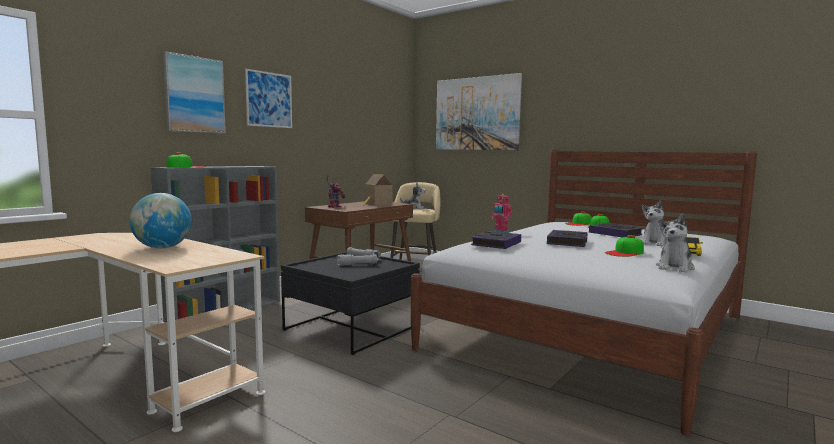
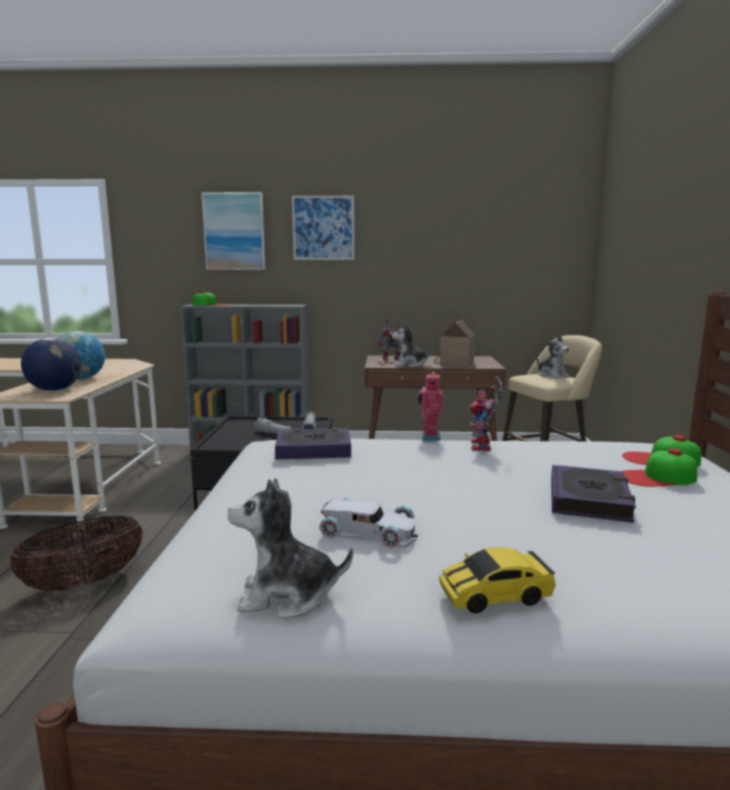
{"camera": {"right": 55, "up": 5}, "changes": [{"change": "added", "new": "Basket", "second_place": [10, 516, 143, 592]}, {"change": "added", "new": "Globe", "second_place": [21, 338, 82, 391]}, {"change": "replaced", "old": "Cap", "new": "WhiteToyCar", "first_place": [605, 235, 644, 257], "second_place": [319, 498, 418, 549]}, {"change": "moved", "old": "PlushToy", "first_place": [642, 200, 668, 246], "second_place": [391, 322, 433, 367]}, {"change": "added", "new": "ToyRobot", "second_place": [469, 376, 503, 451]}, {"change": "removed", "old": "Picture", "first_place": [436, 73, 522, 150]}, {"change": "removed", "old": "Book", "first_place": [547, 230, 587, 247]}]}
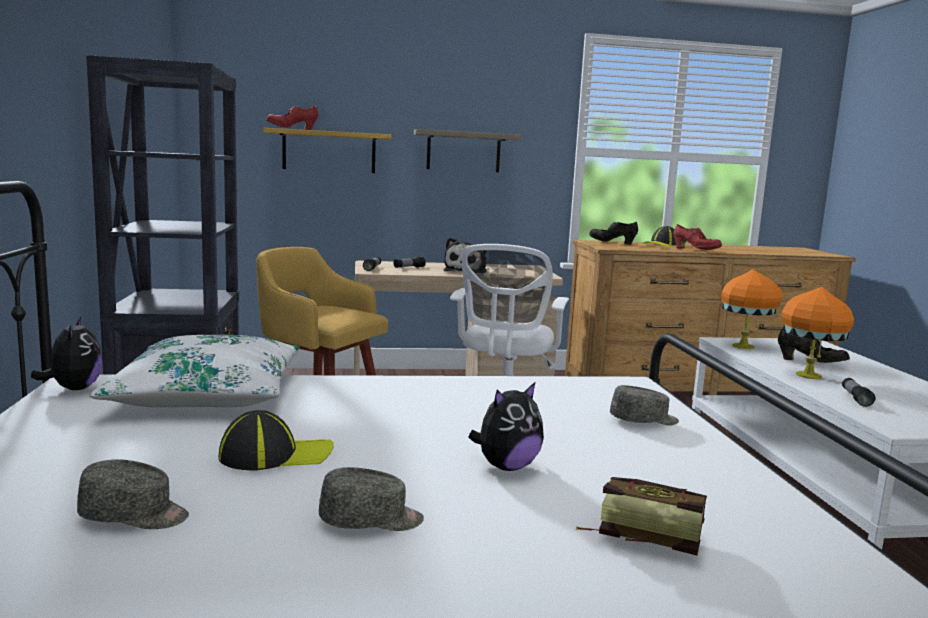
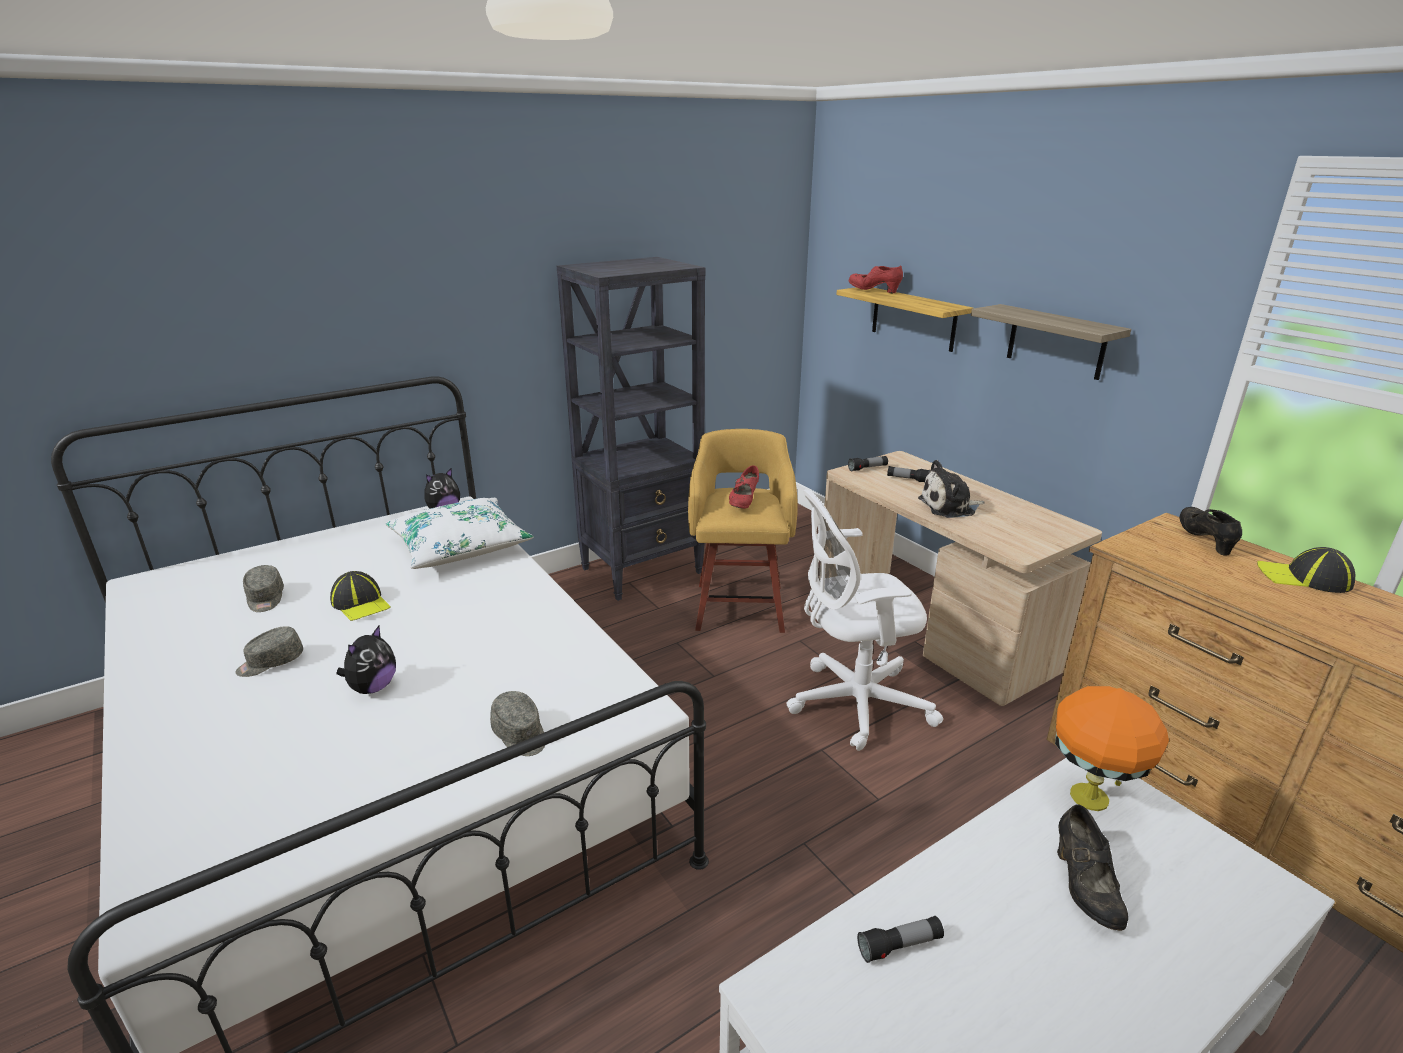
{"camera": {"right": 65, "up": 15}, "changes": [{"change": "turned", "old": "GreyCap", "first_place": [319, 467, 424, 531], "second_place": [235, 626, 303, 677], "degrees": 90}, {"change": "turned", "old": "PlushToy", "first_place": [468, 382, 544, 471], "second_place": [337, 626, 396, 694], "degrees": -90}, {"change": "moved", "old": "RedShoe", "first_place": [673, 224, 722, 250], "second_place": [729, 466, 759, 509]}, {"change": "removed", "old": "Book", "first_place": [576, 477, 707, 555]}, {"change": "removed", "old": "OrangeTableLamp", "first_place": [781, 287, 854, 379]}]}
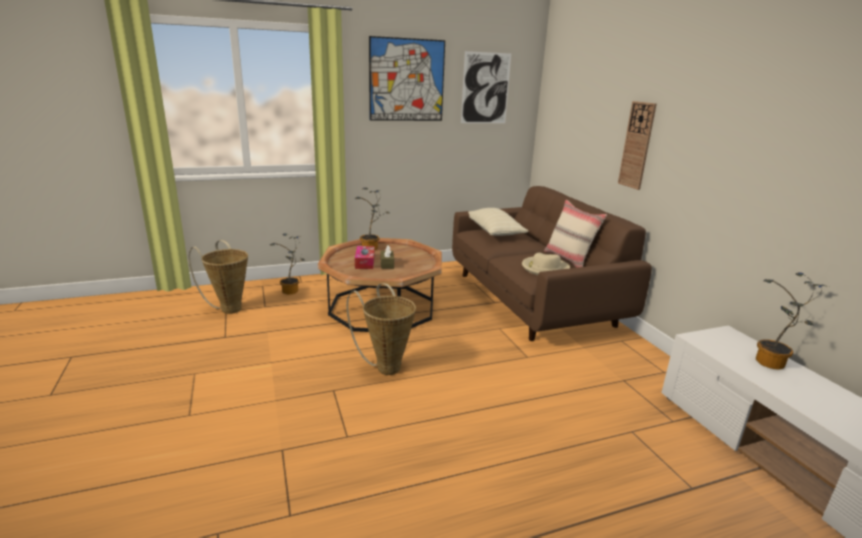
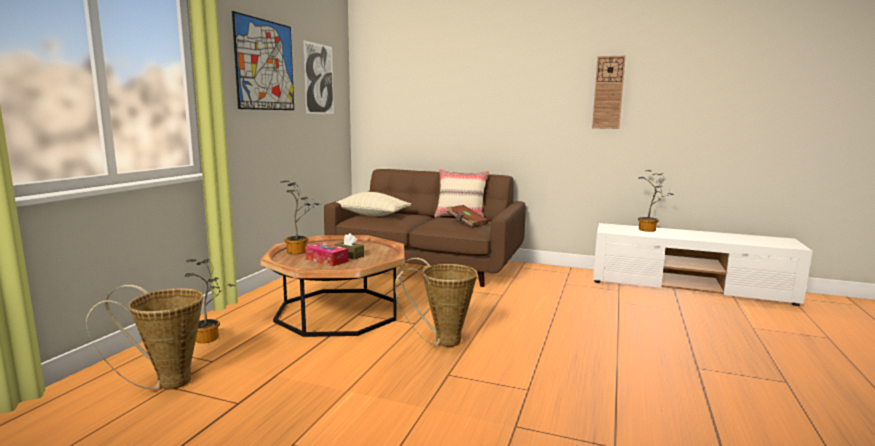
{"camera": {"right": -50, "up": -10}, "changes": [{"change": "replaced", "old": "BeigeHat", "new": "BrownBook", "first_place": [522, 253, 570, 275], "second_place": [447, 205, 488, 228]}, {"change": "moved", "old": "WallClock", "first_place": [618, 101, 657, 190], "second_place": [592, 56, 626, 129]}]}
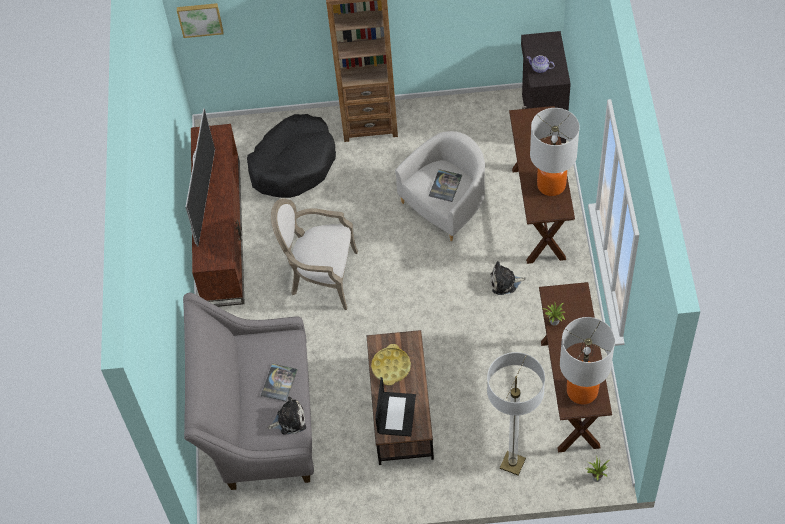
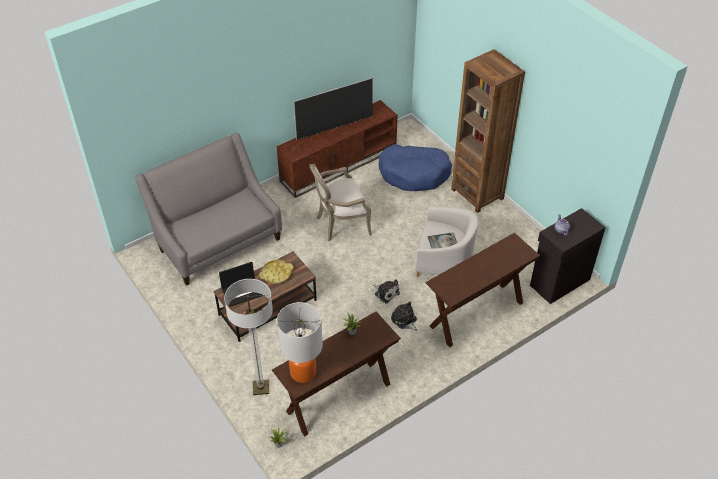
{"camera": {"right": 55, "up": -10}, "changes": [{"change": "turned", "old": "Armchair", "first_place": [271, 198, 358, 310], "second_place": [309, 163, 372, 241], "degrees": -90}, {"change": "moved", "old": "PlushToy", "first_place": [267, 397, 306, 435], "second_place": [373, 279, 400, 304]}, {"change": "recoloured", "old": "BlackDogBed", "new": "BlueDogBed", "first_place": [247, 114, 336, 198], "second_place": [378, 144, 452, 191]}, {"change": "removed", "old": "Picture", "first_place": [177, 3, 223, 38]}, {"change": "removed", "old": "Book", "first_place": [261, 364, 298, 402]}, {"change": "removed", "old": "TableLamp", "first_place": [530, 108, 580, 196]}]}
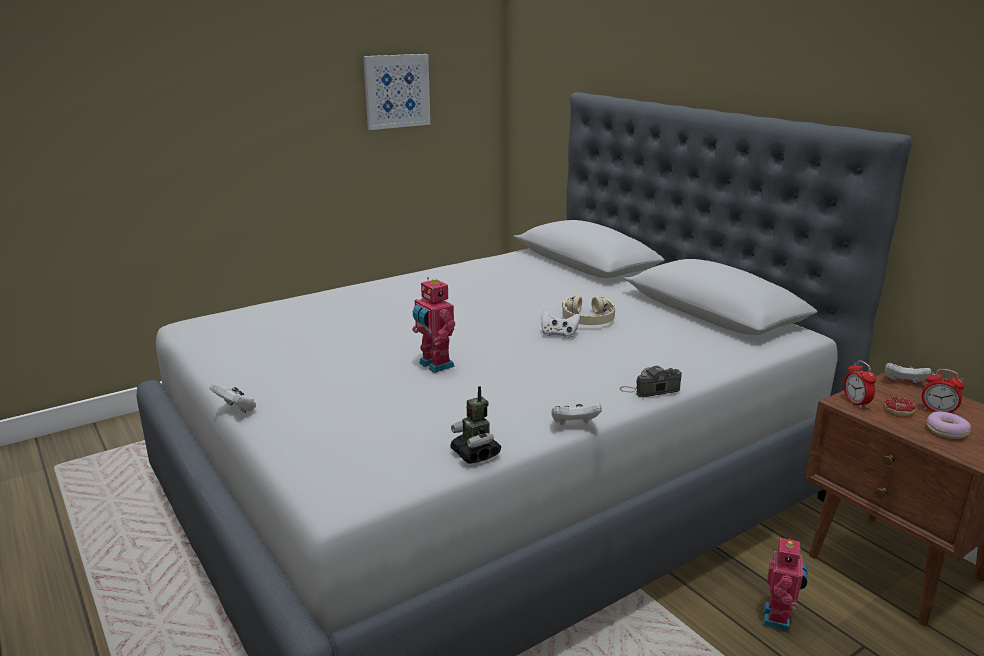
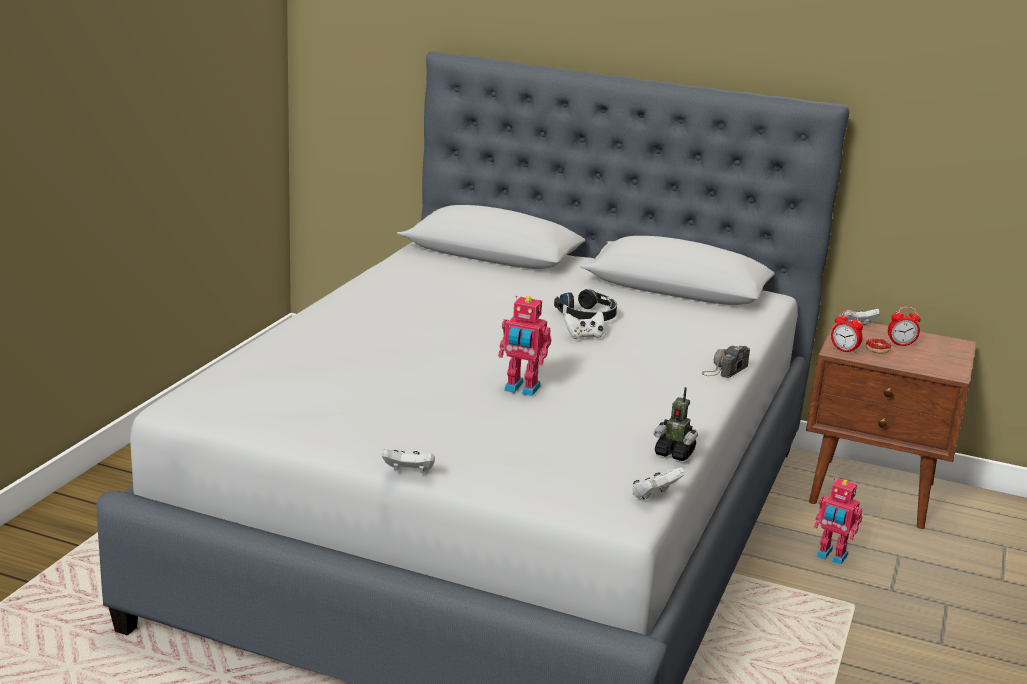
{"camera": {"right": -35, "up": 0}, "changes": [{"change": "recoloured", "old": "BeigeHeadphones", "new": "BlackHeadphones", "first_place": [562, 296, 615, 325], "second_place": [554, 289, 617, 321]}, {"change": "moved", "old": "WhiteGameController", "first_place": [551, 404, 602, 425], "second_place": [632, 467, 685, 500]}, {"change": "turned", "old": "ToyRobot", "first_place": [763, 536, 807, 631], "second_place": [814, 478, 862, 565], "degrees": 135}, {"change": "removed", "old": "Picture", "first_place": [363, 54, 430, 130]}, {"change": "removed", "old": "Donut", "first_place": [926, 411, 971, 439]}]}
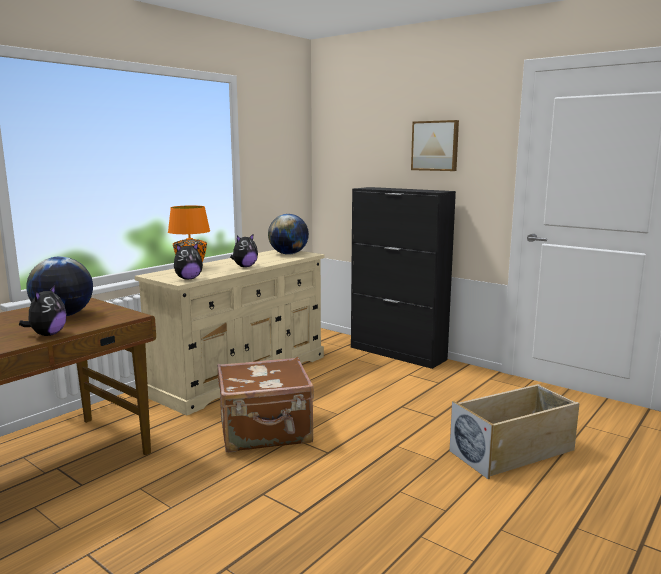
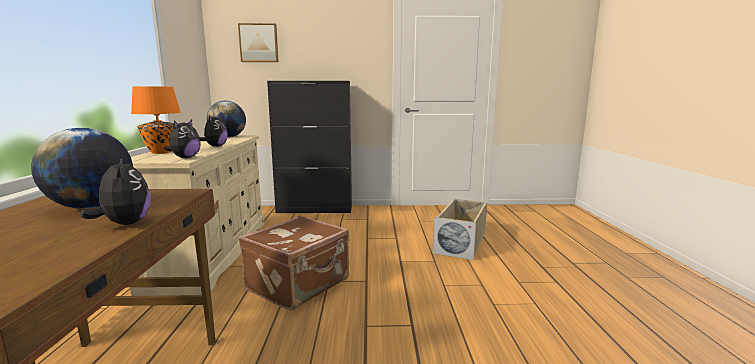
{"camera": {"right": -40, "up": 0}, "changes": [{"change": "moved", "old": "Picture", "first_place": [411, 120, 459, 171], "second_place": [238, 23, 279, 62]}]}
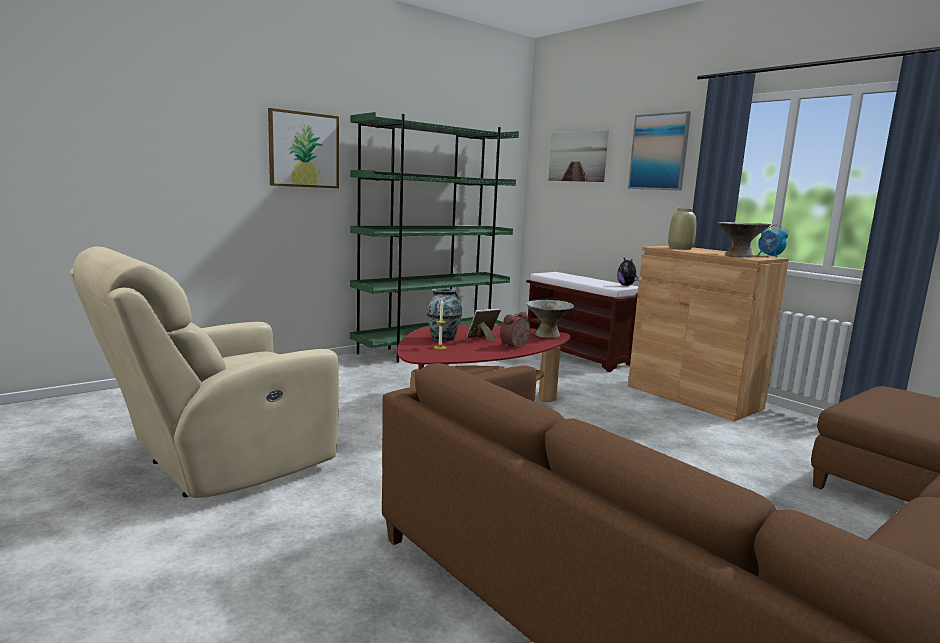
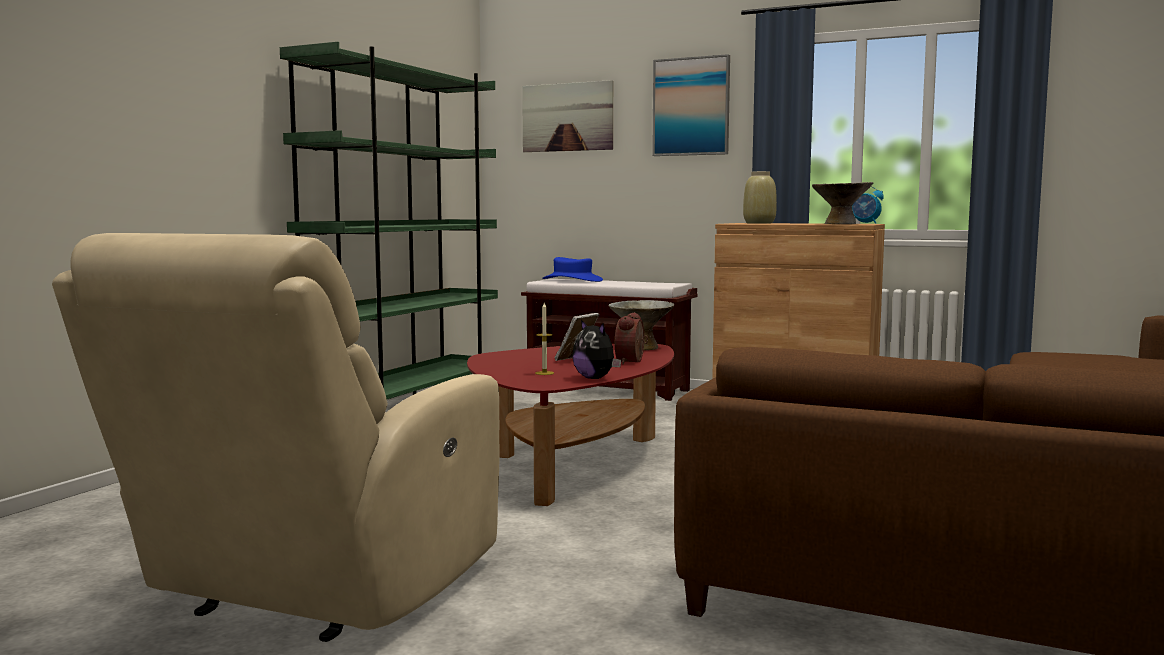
{"camera": {"right": -25, "up": -5}, "changes": [{"change": "added", "new": "BlueHat", "second_place": [542, 257, 603, 282]}, {"change": "moved", "old": "PlushToy", "first_place": [617, 258, 639, 286], "second_place": [572, 320, 621, 379]}, {"change": "removed", "old": "Picture", "first_place": [268, 108, 339, 188]}, {"change": "removed", "old": "Vase", "first_place": [427, 288, 462, 342]}]}
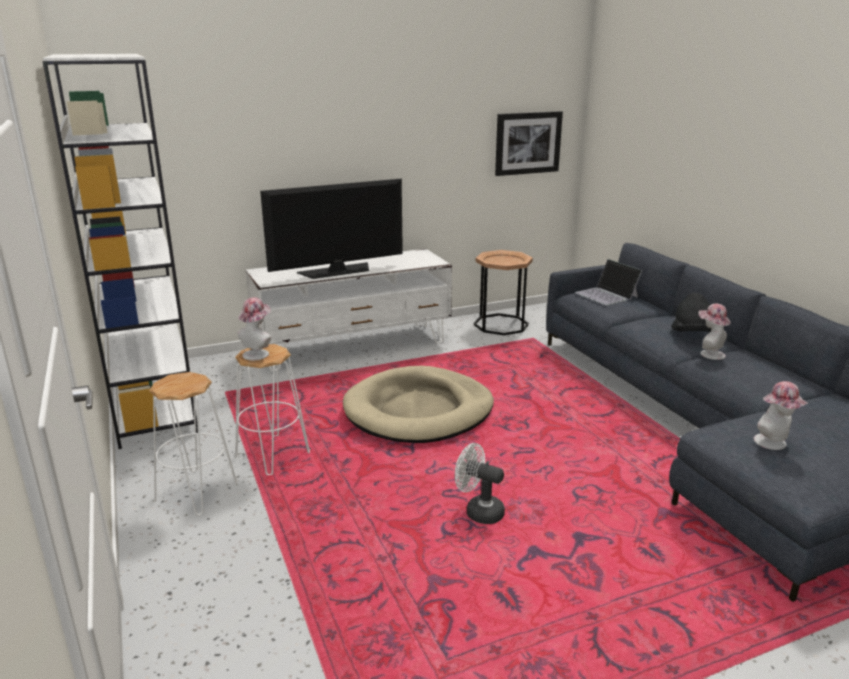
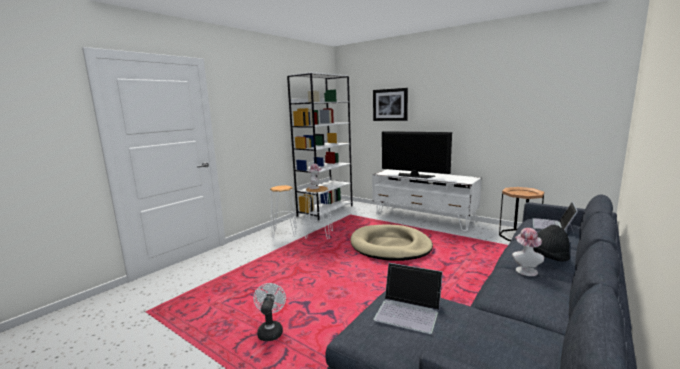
{"camera": {"right": 60, "up": -10}, "changes": [{"change": "moved", "old": "WhiteFan", "first_place": [455, 443, 505, 524], "second_place": [254, 283, 286, 341]}, {"change": "moved", "old": "Picture", "first_place": [495, 111, 563, 176], "second_place": [373, 88, 408, 121]}, {"change": "replaced", "old": "Hat", "new": "Laptop", "first_place": [754, 381, 808, 450], "second_place": [374, 263, 443, 334]}]}
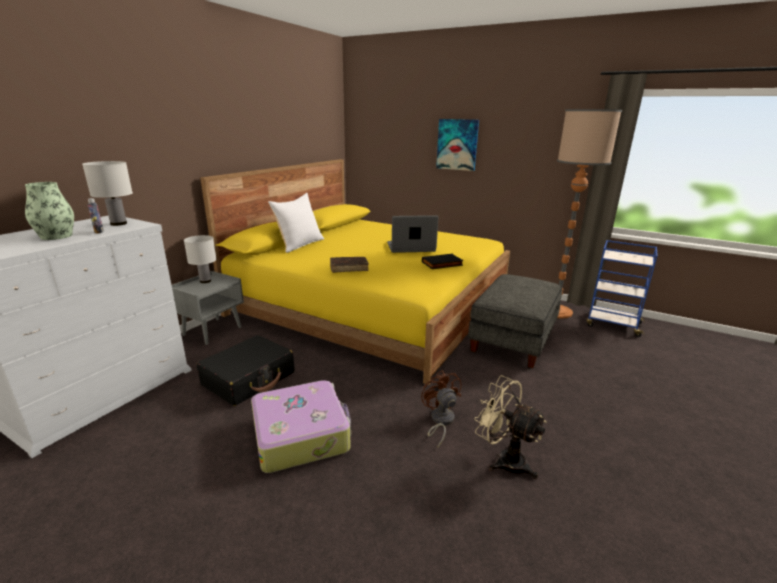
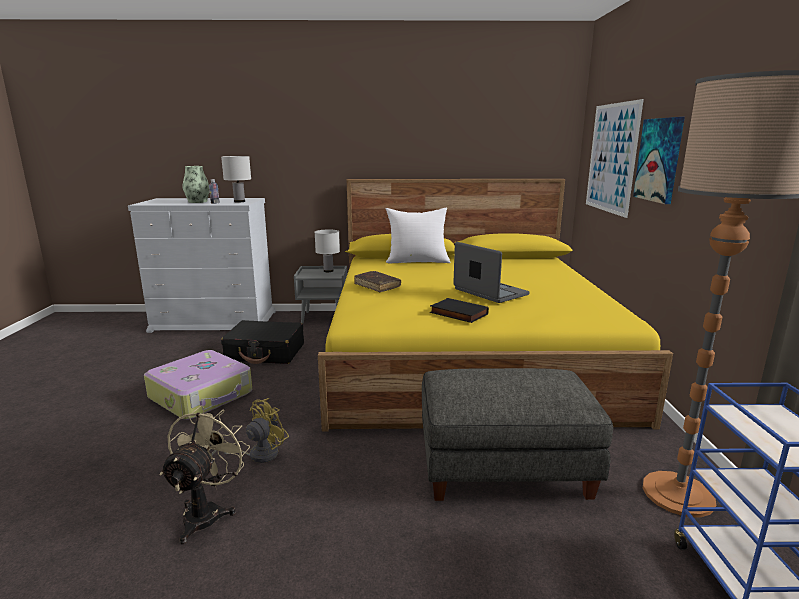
{"camera": {"right": 60, "up": -5}, "changes": [{"change": "recoloured", "old": "BrownFan", "new": "YellowFan", "first_place": [421, 370, 461, 448], "second_place": [211, 398, 289, 463]}, {"change": "added", "new": "Picture", "second_place": [586, 99, 644, 218]}]}
